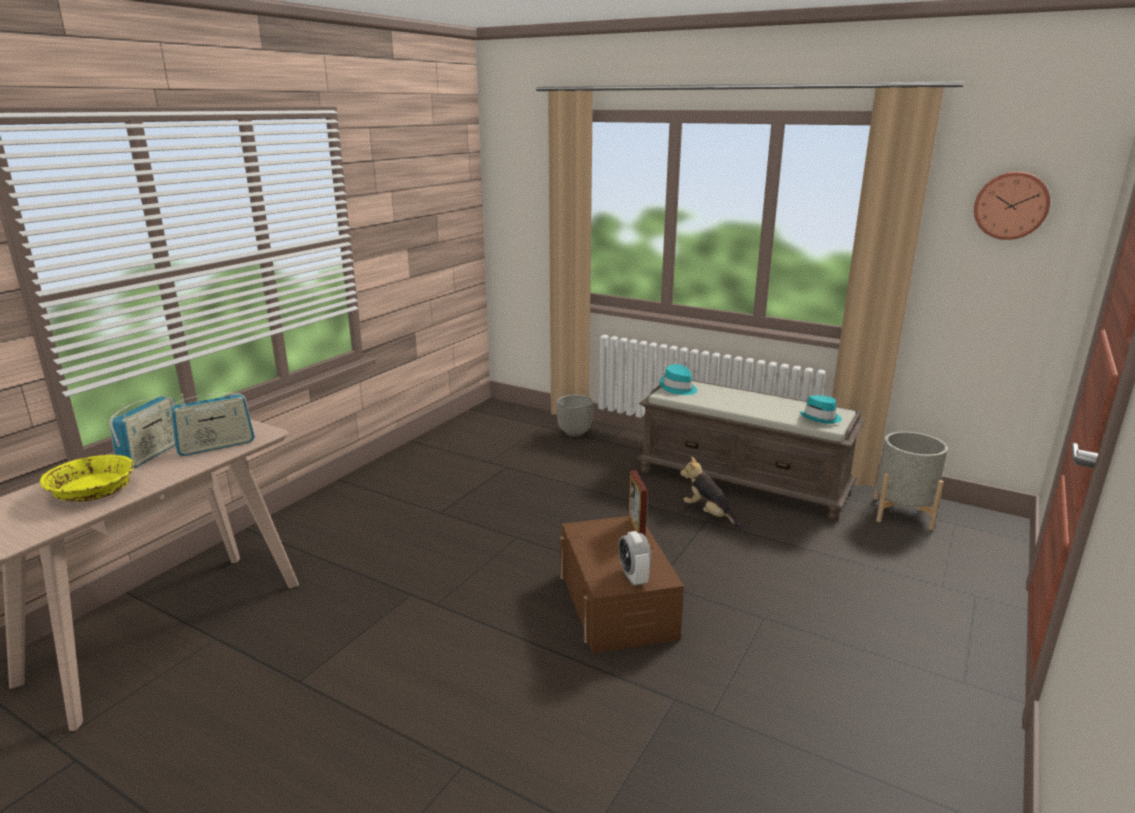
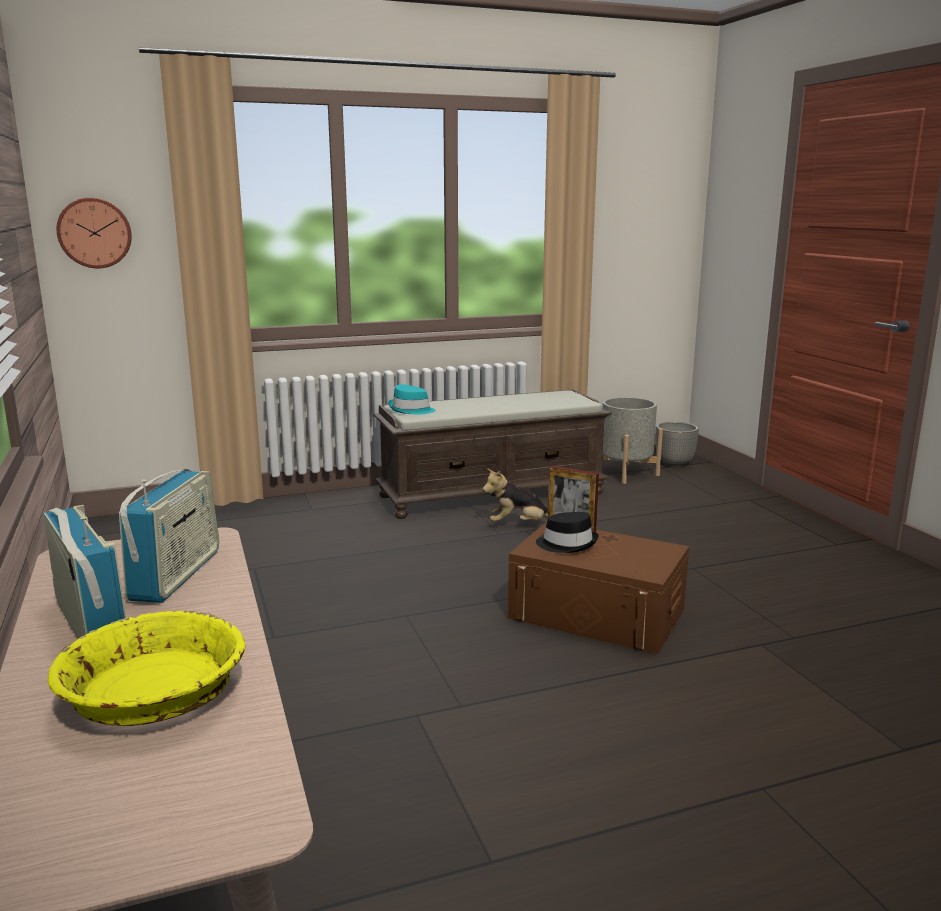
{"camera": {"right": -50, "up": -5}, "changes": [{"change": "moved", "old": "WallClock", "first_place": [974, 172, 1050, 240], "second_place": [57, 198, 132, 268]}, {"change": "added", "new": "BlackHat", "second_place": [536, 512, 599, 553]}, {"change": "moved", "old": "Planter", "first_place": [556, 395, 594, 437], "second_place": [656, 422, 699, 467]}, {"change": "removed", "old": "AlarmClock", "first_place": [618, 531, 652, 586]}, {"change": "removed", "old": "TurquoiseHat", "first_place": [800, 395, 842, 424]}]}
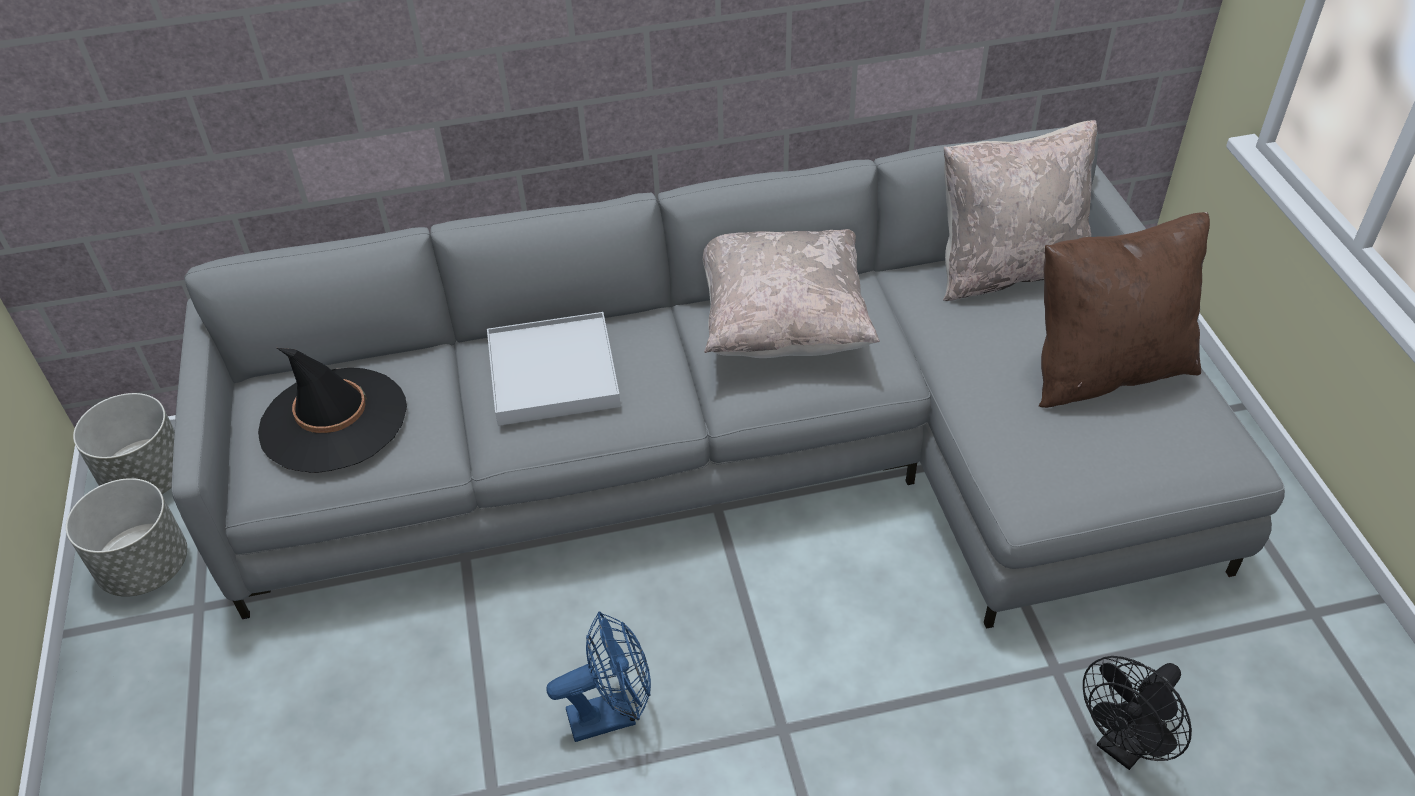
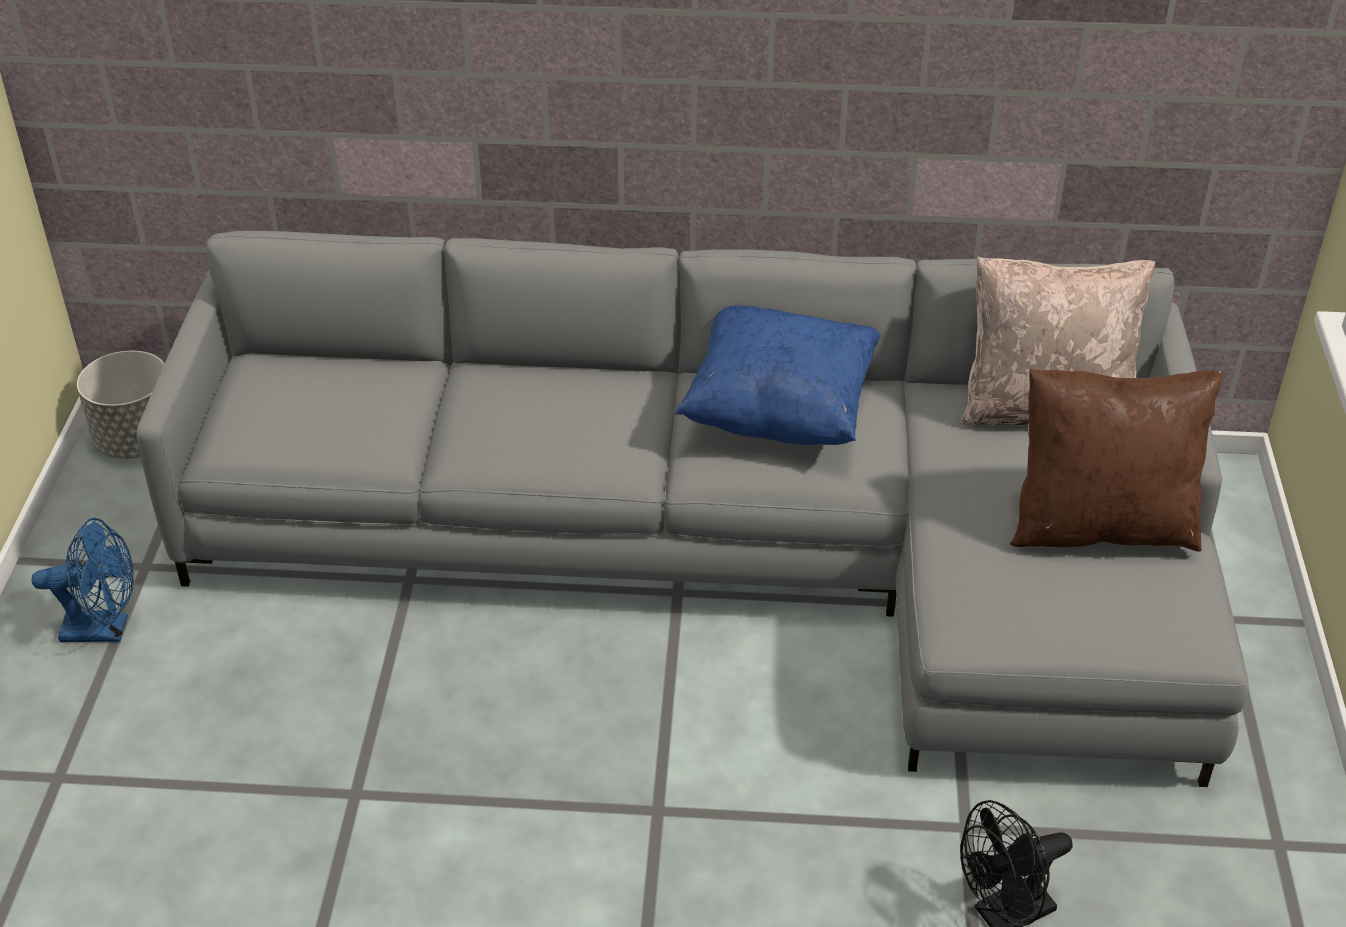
{"camera": {"right": 15, "up": -5}, "changes": [{"change": "moved", "old": "BlueFan", "first_place": [546, 611, 651, 742], "second_place": [32, 518, 134, 642]}, {"change": "recoloured", "old": "BeigePillow", "new": "BluePillow", "first_place": [702, 229, 880, 358], "second_place": [675, 305, 881, 445]}, {"change": "removed", "old": "GreyPlanter", "first_place": [66, 478, 187, 597]}, {"change": "removed", "old": "BlackHat", "first_place": [258, 348, 407, 473]}, {"change": "removed", "old": "WhiteTray", "first_place": [487, 312, 621, 426]}]}
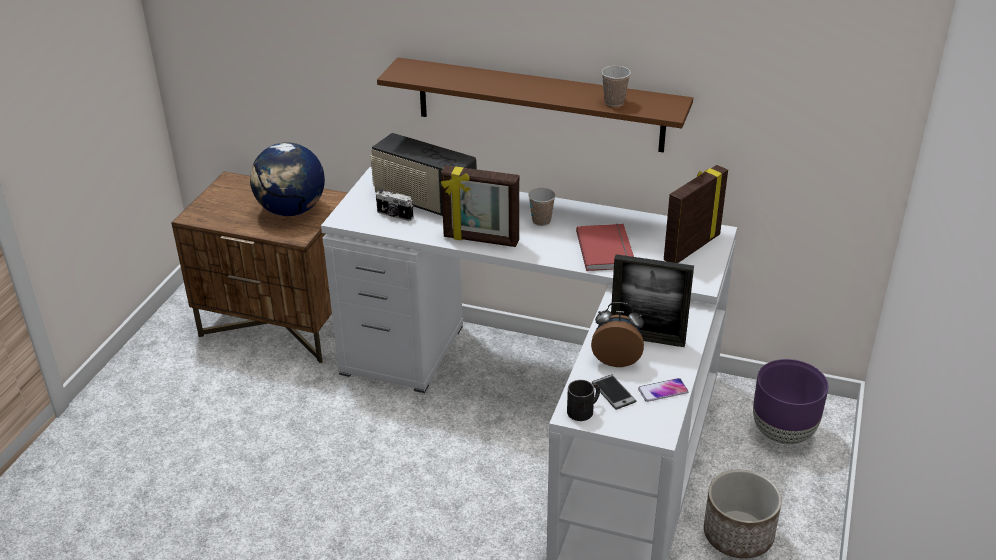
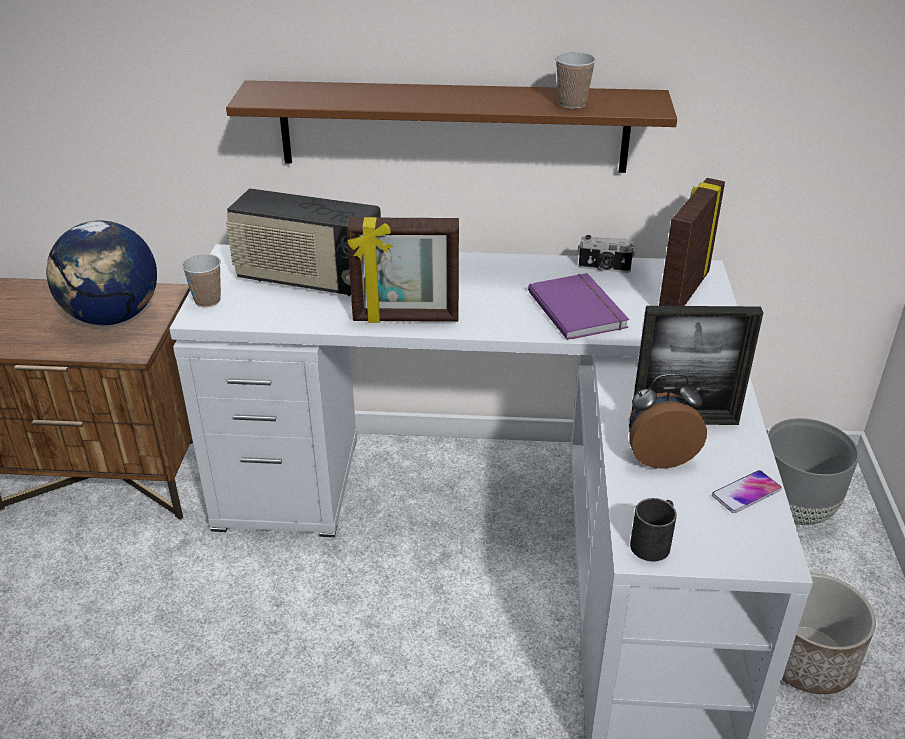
{"camera": {"right": -15, "up": 0}, "changes": [{"change": "moved", "old": "Cup", "first_place": [528, 188, 556, 226], "second_place": [182, 254, 221, 307]}, {"change": "recoloured", "old": "RedBook", "new": "PurpleBook", "first_place": [576, 224, 634, 271], "second_place": [528, 273, 629, 340]}, {"change": "moved", "old": "PhotoCamera", "first_place": [376, 189, 413, 221], "second_place": [578, 235, 635, 273]}, {"change": "recoloured", "old": "PurplePlanter", "new": "GreyPlanter", "first_place": [753, 359, 829, 444], "second_place": [768, 418, 859, 525]}, {"change": "removed", "old": "Phone", "first_place": [592, 374, 637, 410]}]}
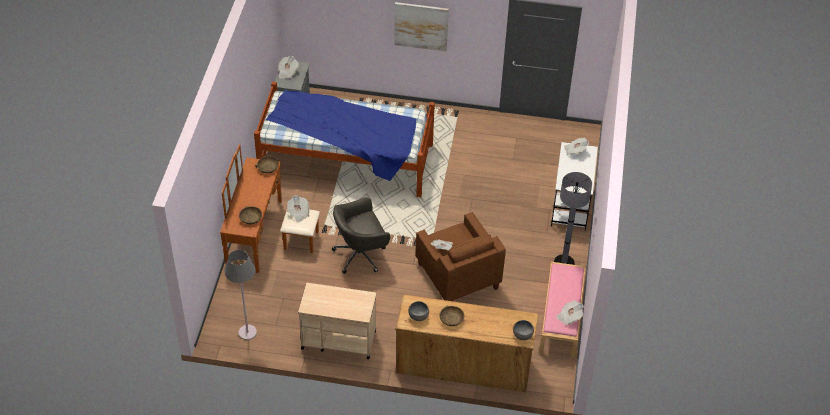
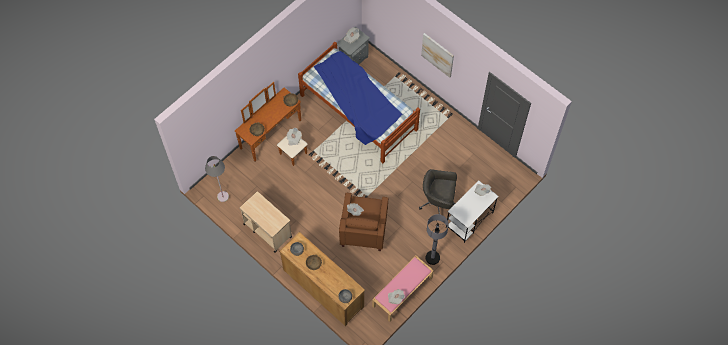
{"camera": {"right": 35, "up": 15}, "changes": [{"change": "moved", "old": "GreyOfficeChair", "first_place": [332, 197, 390, 274], "second_place": [419, 169, 457, 214]}]}
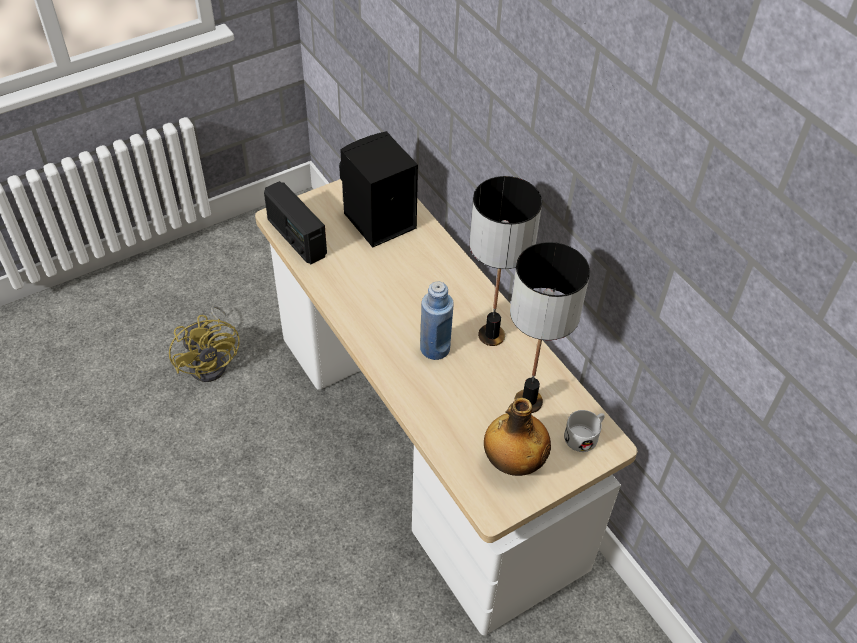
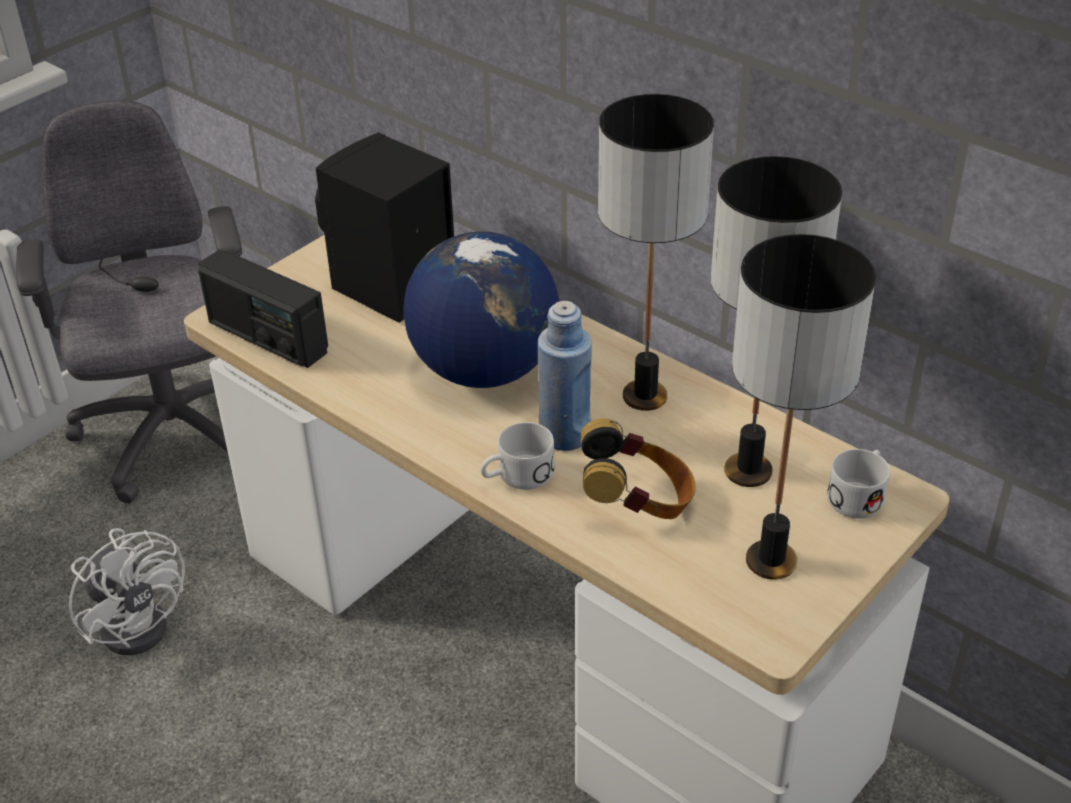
{"camera": {"right": -15, "up": -10}, "changes": [{"change": "added", "new": "GreyOfficeChair", "second_place": [16, 101, 242, 504]}, {"change": "recoloured", "old": "YellowFan", "new": "WhiteFan", "first_place": [169, 306, 240, 382], "second_place": [69, 528, 185, 655]}, {"change": "added", "new": "Globe", "second_place": [403, 231, 559, 388]}, {"change": "added", "new": "WhiteMug", "second_place": [481, 422, 554, 490]}, {"change": "added", "new": "Headphones", "second_place": [581, 419, 696, 519]}, {"change": "replaced", "old": "Bottle", "new": "TableLamp", "first_place": [484, 398, 551, 476], "second_place": [732, 234, 876, 580]}]}
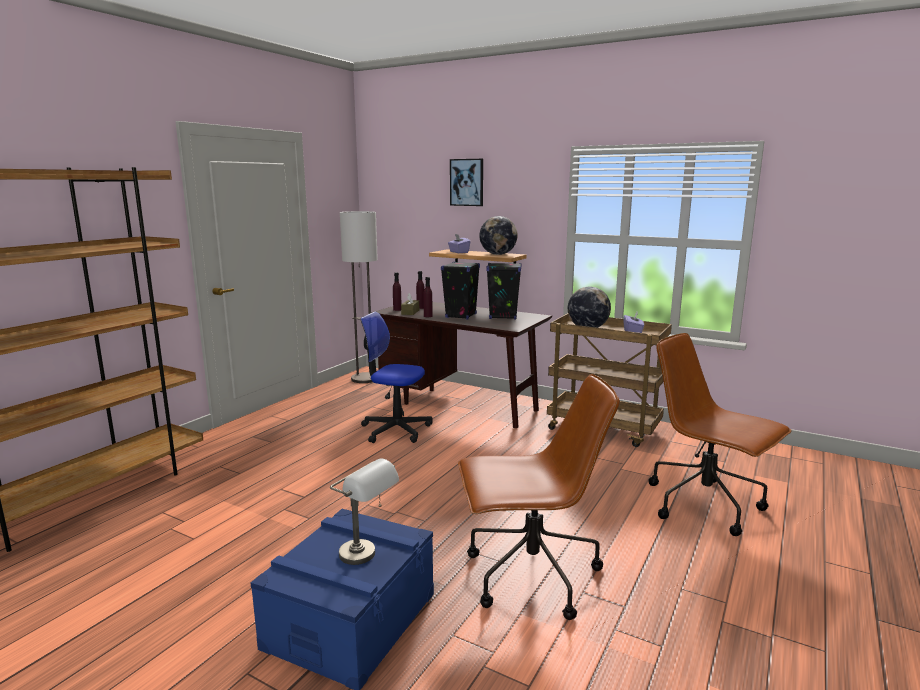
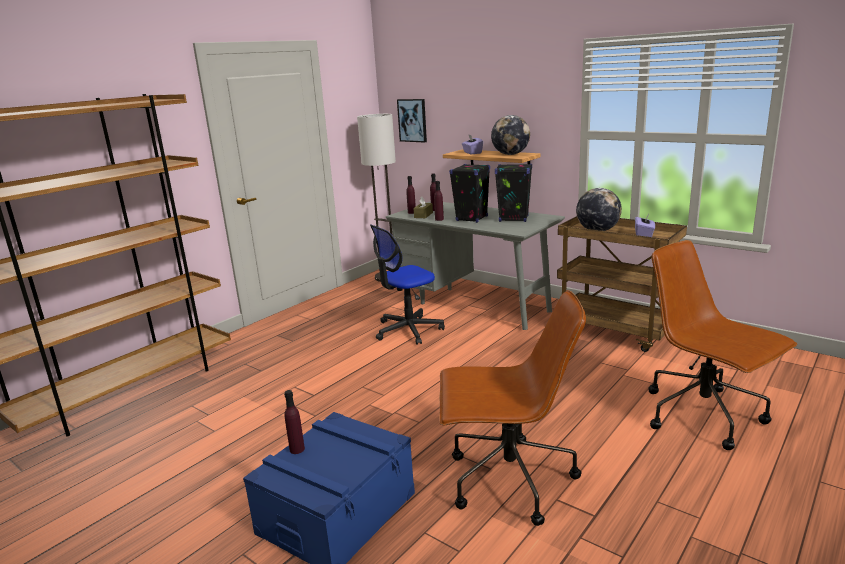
{"camera": {"right": 10, "up": 5}, "changes": [{"change": "added", "new": "PurpleBottle", "second_place": [284, 390, 305, 454]}, {"change": "turned", "old": "OfficeChair", "first_place": [361, 312, 433, 443], "second_place": [370, 224, 445, 345], "degrees": -60}, {"change": "recoloured", "old": "BrownDesk", "new": "GreyDesk", "first_place": [371, 302, 552, 428], "second_place": [386, 201, 565, 330]}, {"change": "moved", "old": "Picture", "first_place": [450, 159, 483, 206], "second_place": [397, 99, 427, 143]}, {"change": "removed", "old": "GreyTableLamp", "first_place": [330, 459, 399, 565]}]}
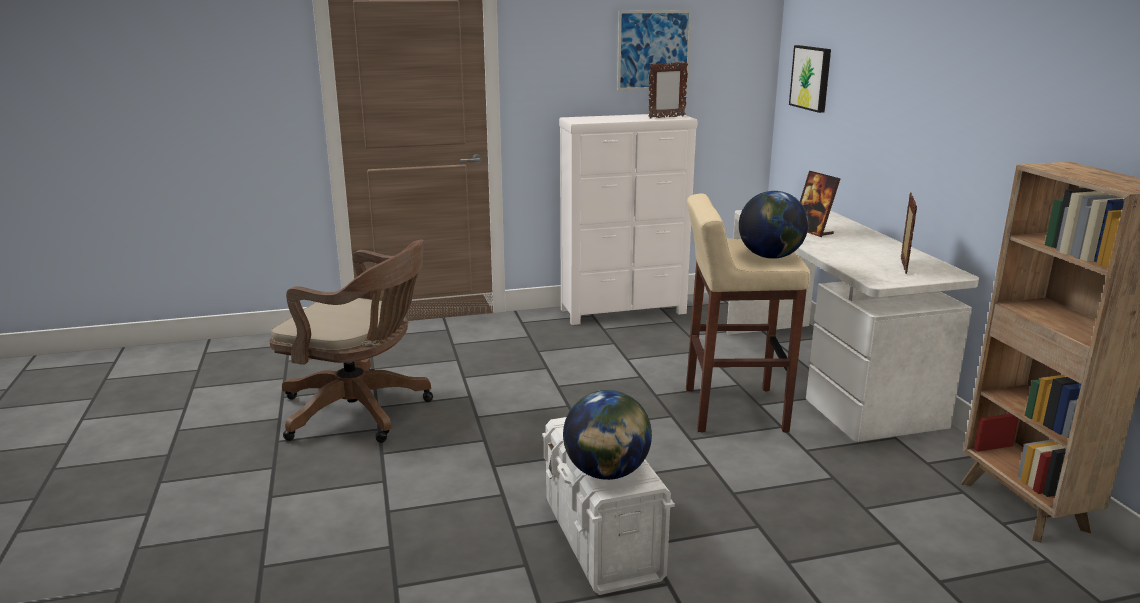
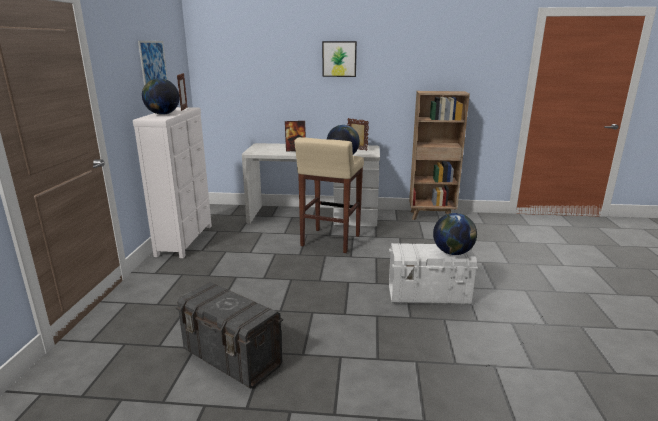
{"camera": {"right": -70, "up": 0}, "changes": [{"change": "added", "new": "Globe", "second_place": [142, 78, 180, 115]}, {"change": "replaced", "old": "BrownOfficeChair", "new": "GreyStorageBox", "first_place": [270, 240, 433, 443], "second_place": [176, 282, 283, 389]}, {"change": "moved", "old": "Picture", "first_place": [789, 45, 831, 113], "second_place": [322, 41, 357, 77]}]}
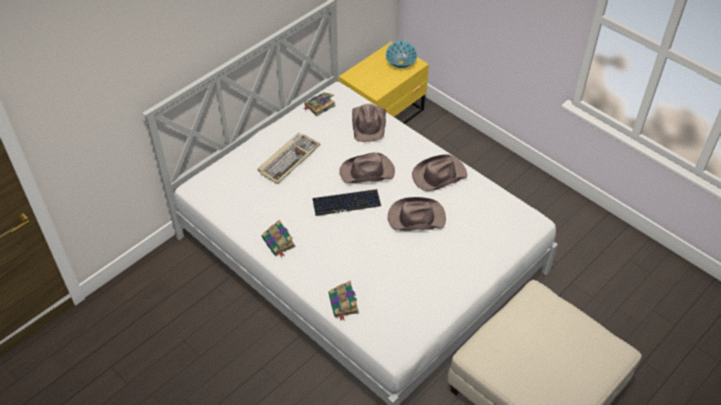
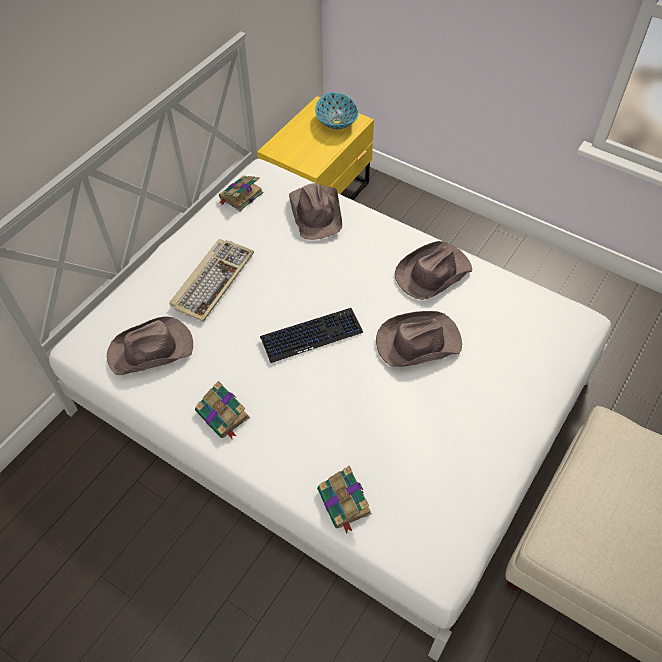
{"camera": {"right": -10, "up": 5}, "changes": [{"change": "moved", "old": "BrownHat", "first_place": [339, 153, 395, 183], "second_place": [107, 316, 193, 375]}]}
